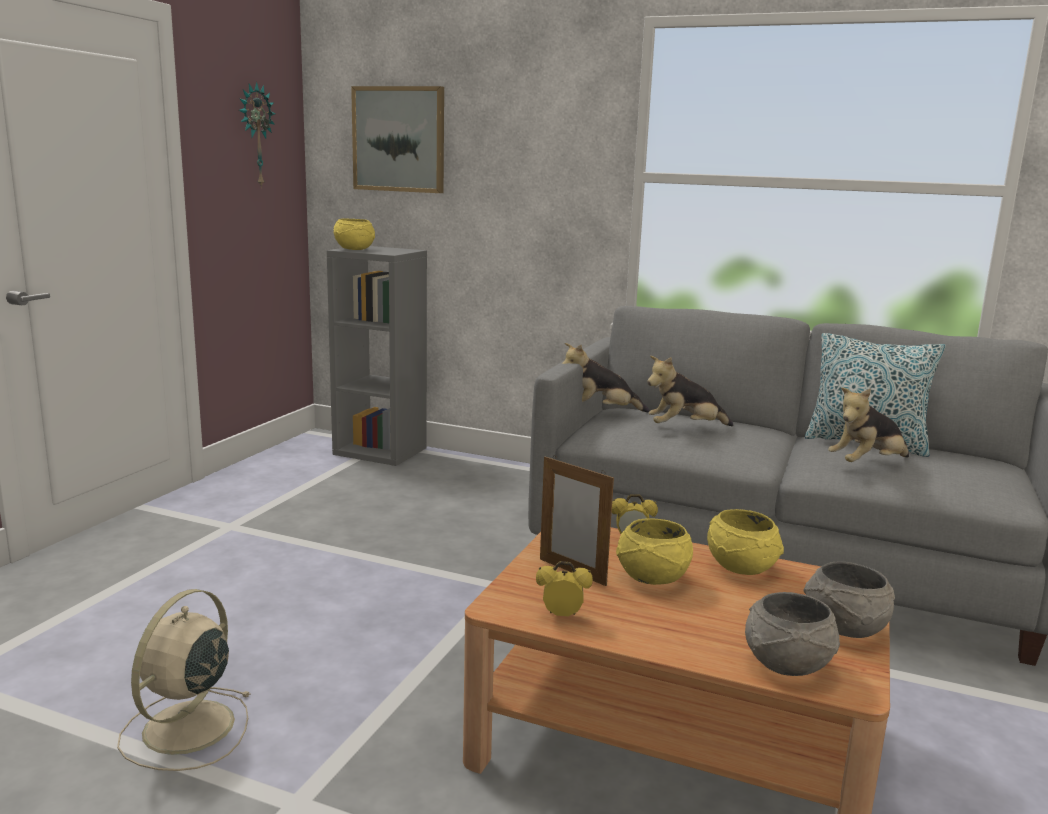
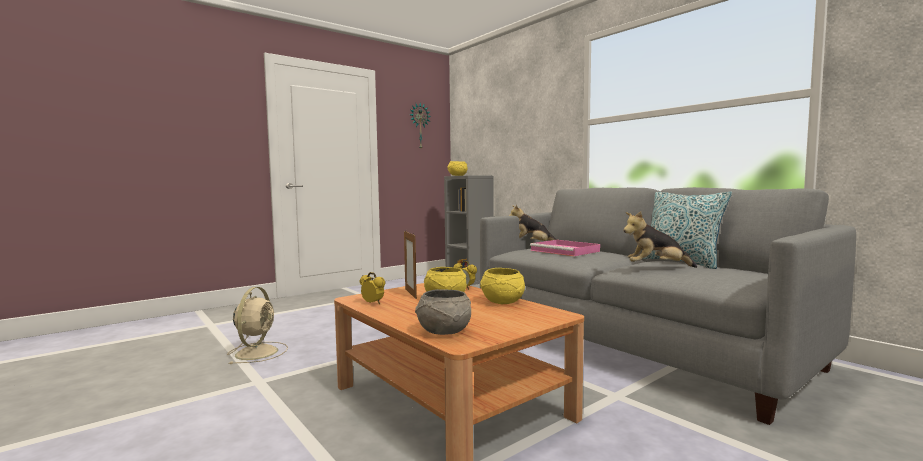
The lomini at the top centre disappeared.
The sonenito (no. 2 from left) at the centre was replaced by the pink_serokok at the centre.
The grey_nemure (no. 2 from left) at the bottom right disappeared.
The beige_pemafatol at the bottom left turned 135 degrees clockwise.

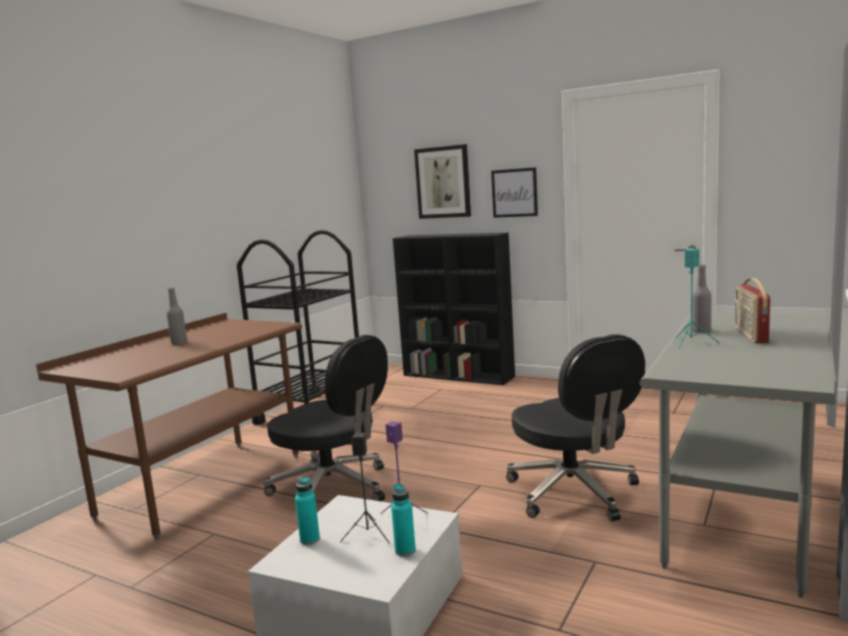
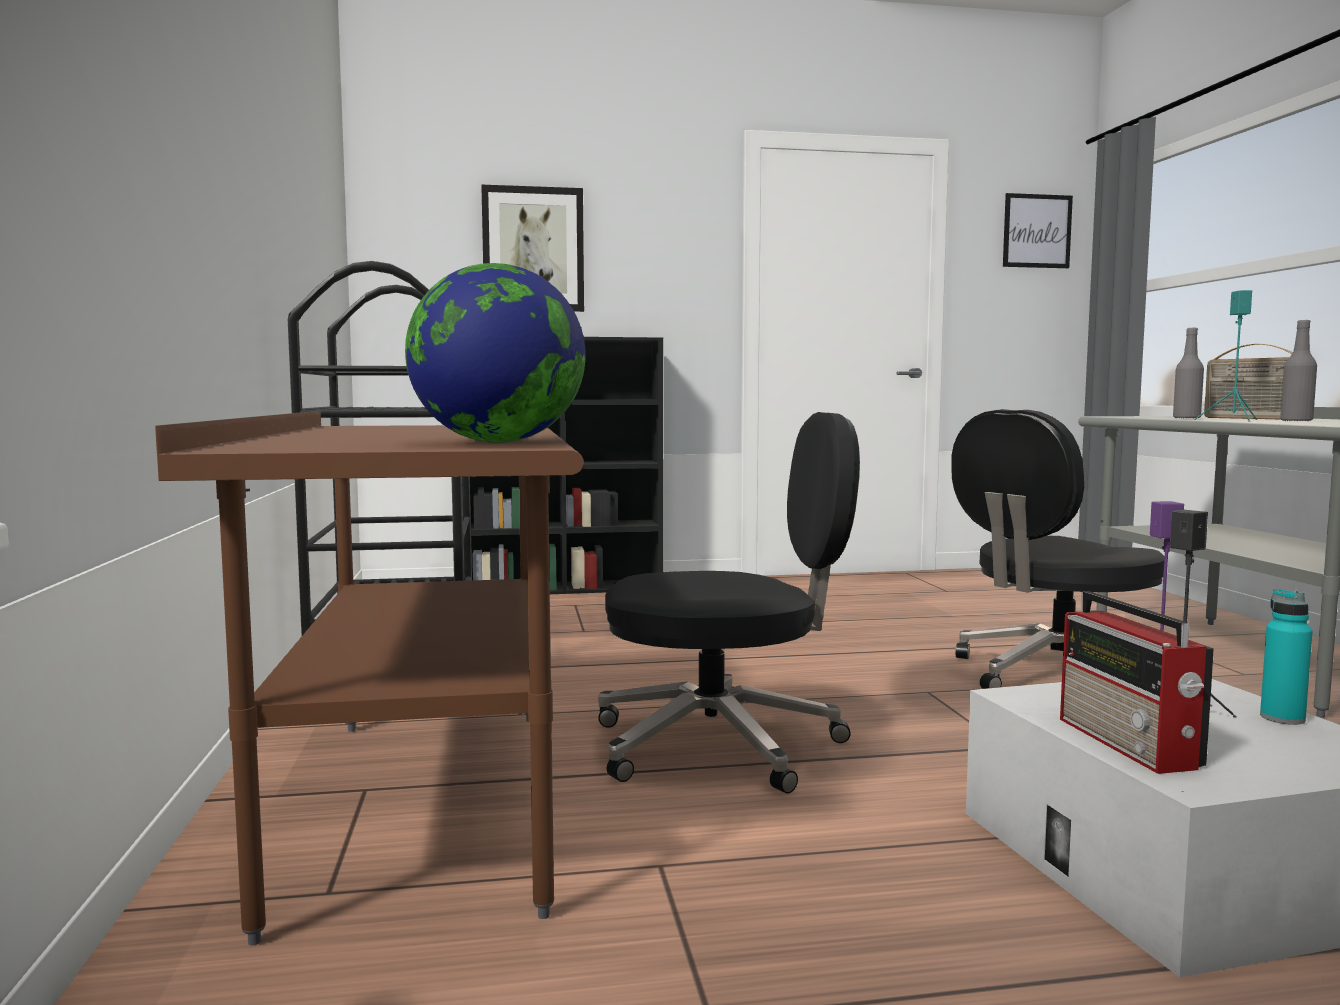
The lomini (no. 2 from left) moved from the top centre to the top right.
The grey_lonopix (no. 1 from left in the first image) moved from the middle left to the middle right.
The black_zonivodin (no. 2 from left) at the bottom right turned 120 degrees clockwise.
The turquoise_lonopix (no. 1 from left) at the bottom centre was replaced by the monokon (no. 1 from left) at the bottom right.
The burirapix at the centre appeared.

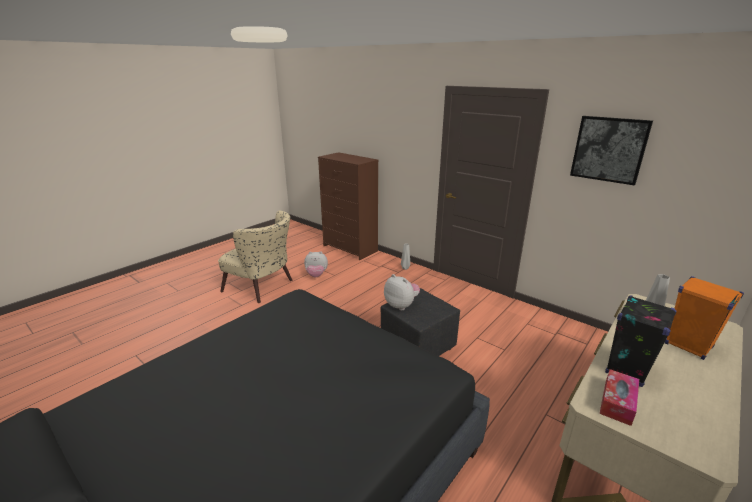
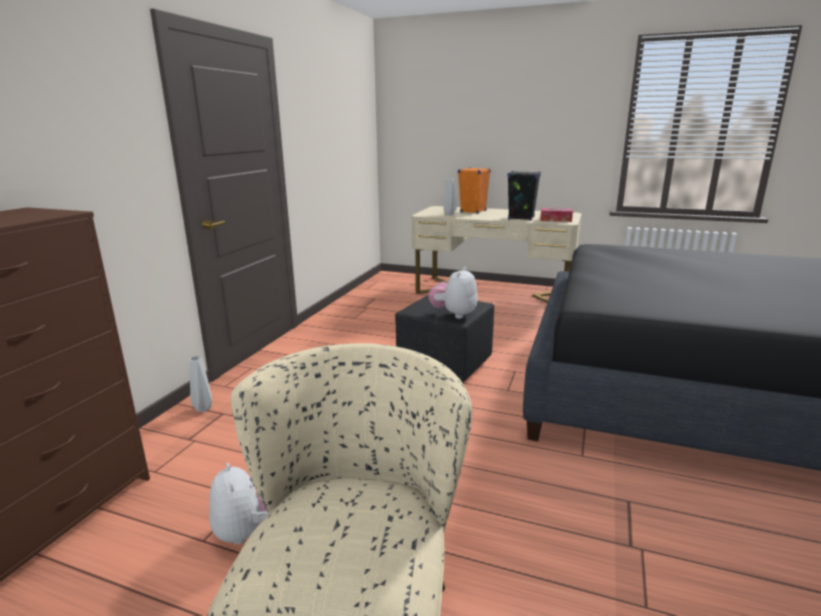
The lomini at the top right disappeared.

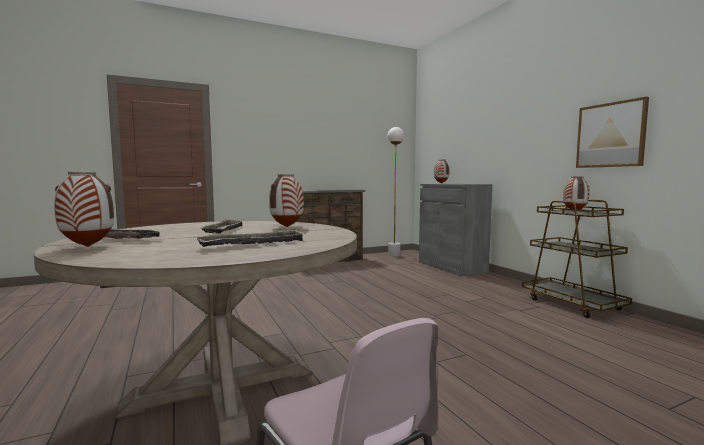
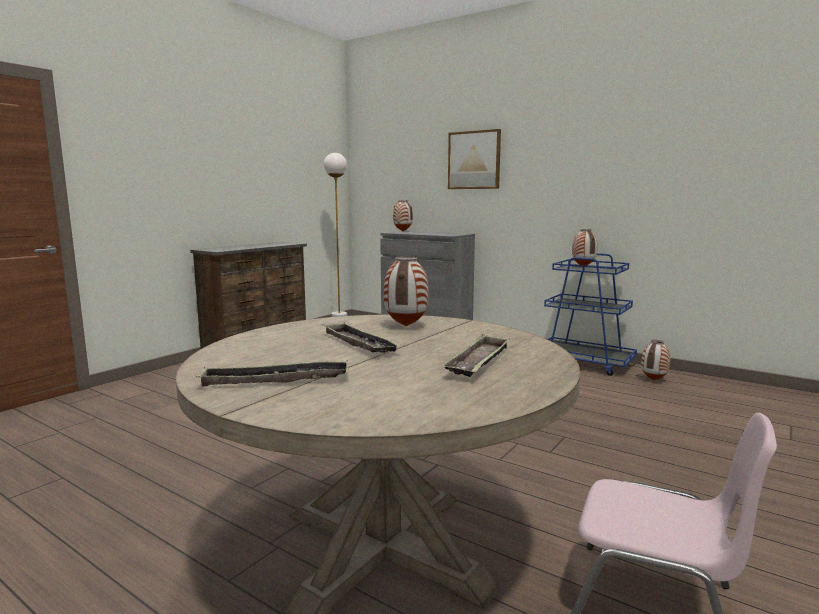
The lomini moved from the top right to the top centre.
The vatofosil (no. 1 from left in the first image) moved from the middle left to the middle right.
The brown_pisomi at the middle right became the blue_pisomi at the middle right.

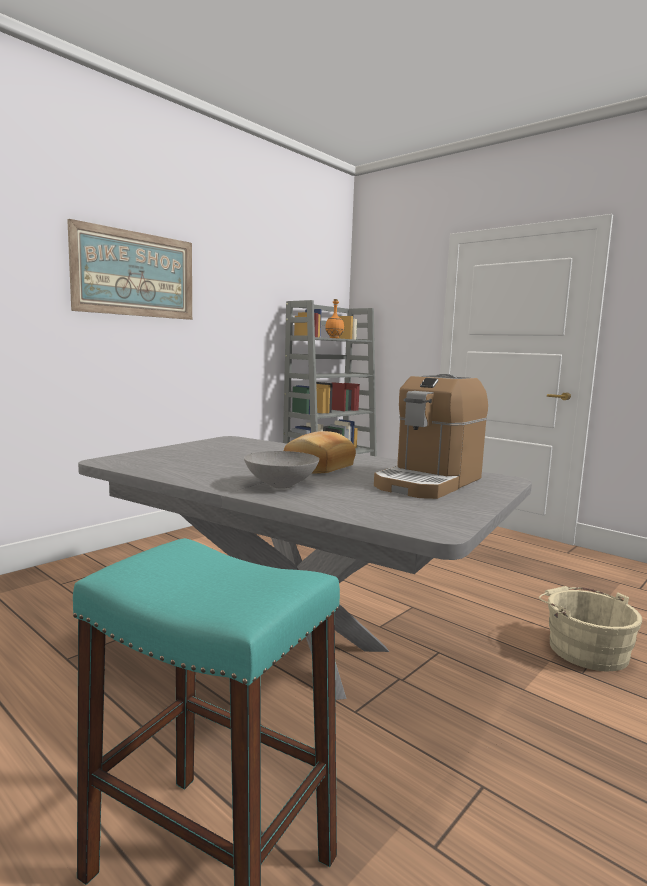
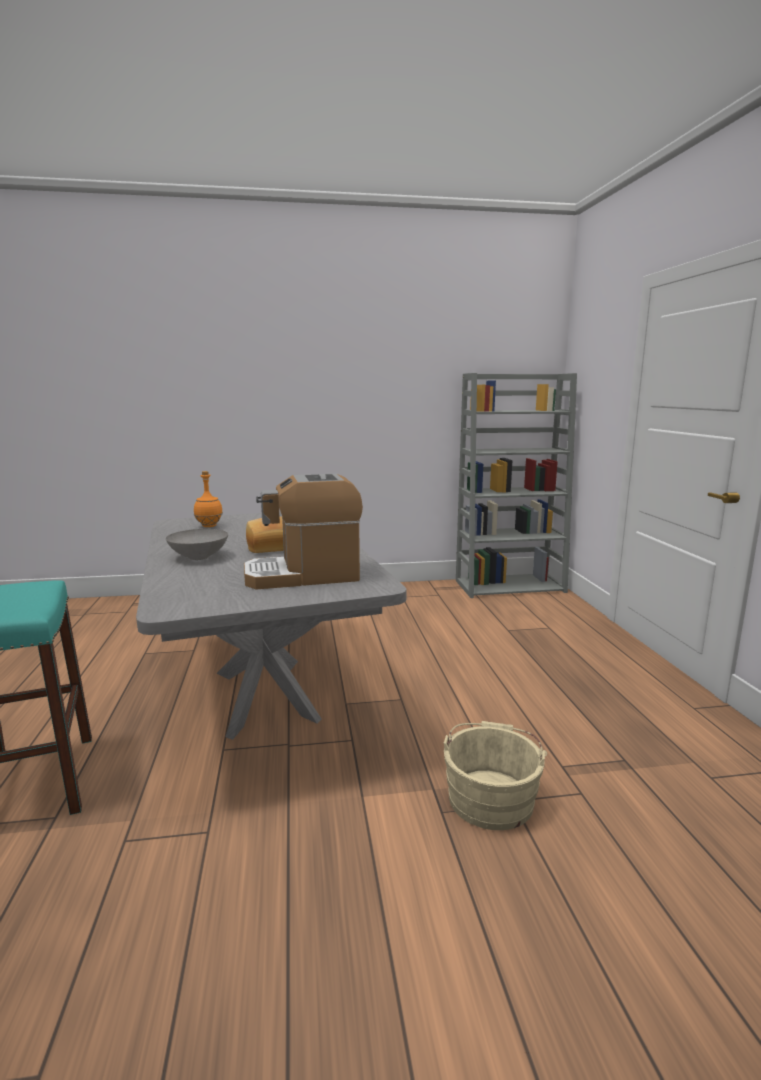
The lomini at the top left disappeared.
The orange_lonopix moved from the centre to the middle left.

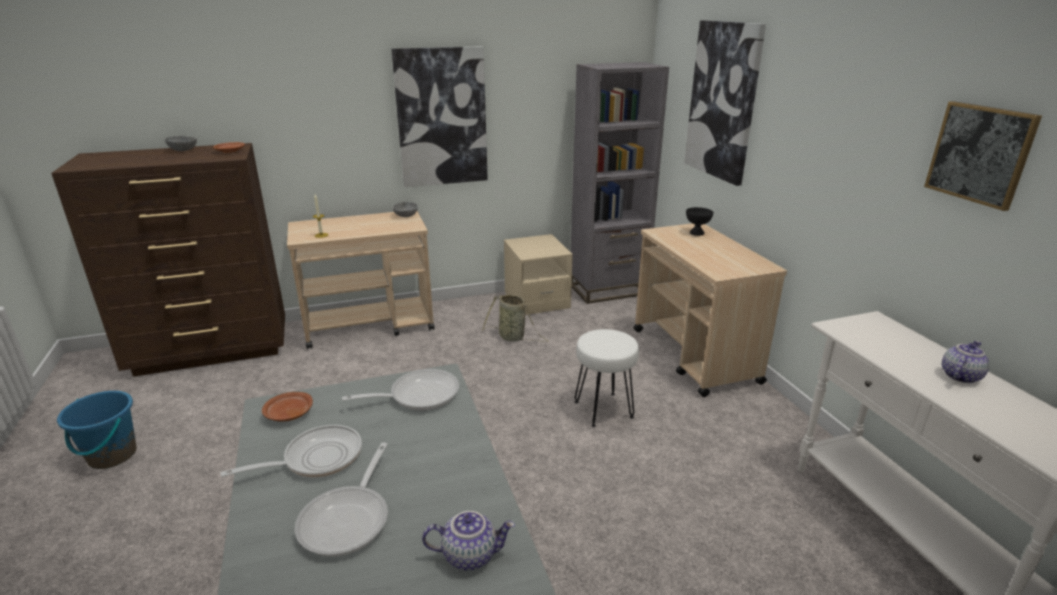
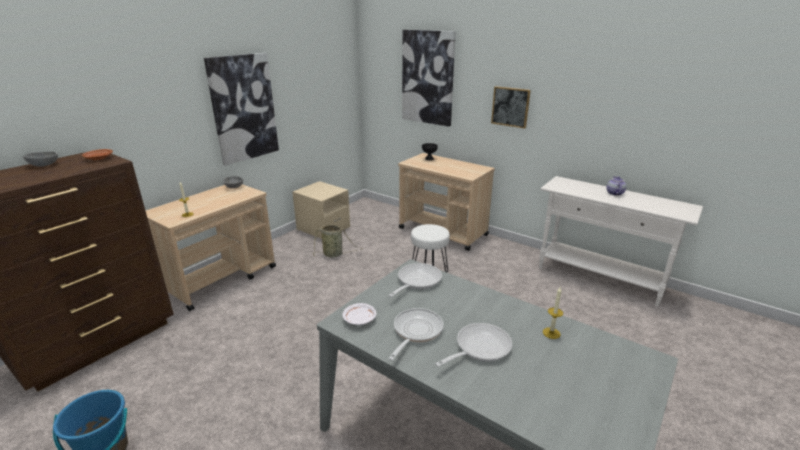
The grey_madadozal at the top centre disappeared.
The lomini (no. 3 from left) moved from the top right to the top centre.
The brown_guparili (no. 2 from left) at the bottom left became the white_guparili at the bottom centre.
The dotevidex (no. 2 from left in the first image) at the bottom left turned 105 degrees counterclockwise.
The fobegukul (no. 1 from left) at the bottom centre was replaced by the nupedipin (no. 2 from left) at the bottom right.

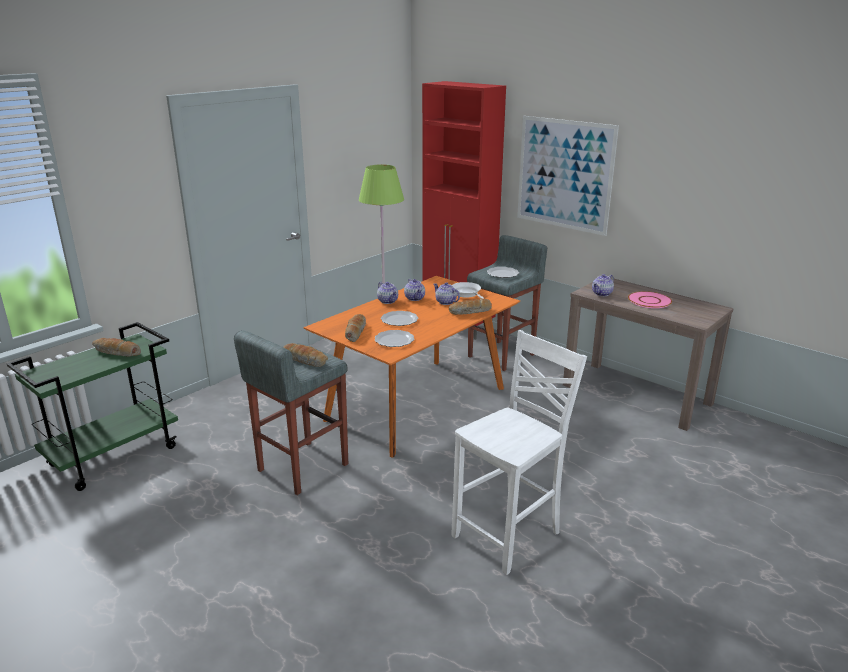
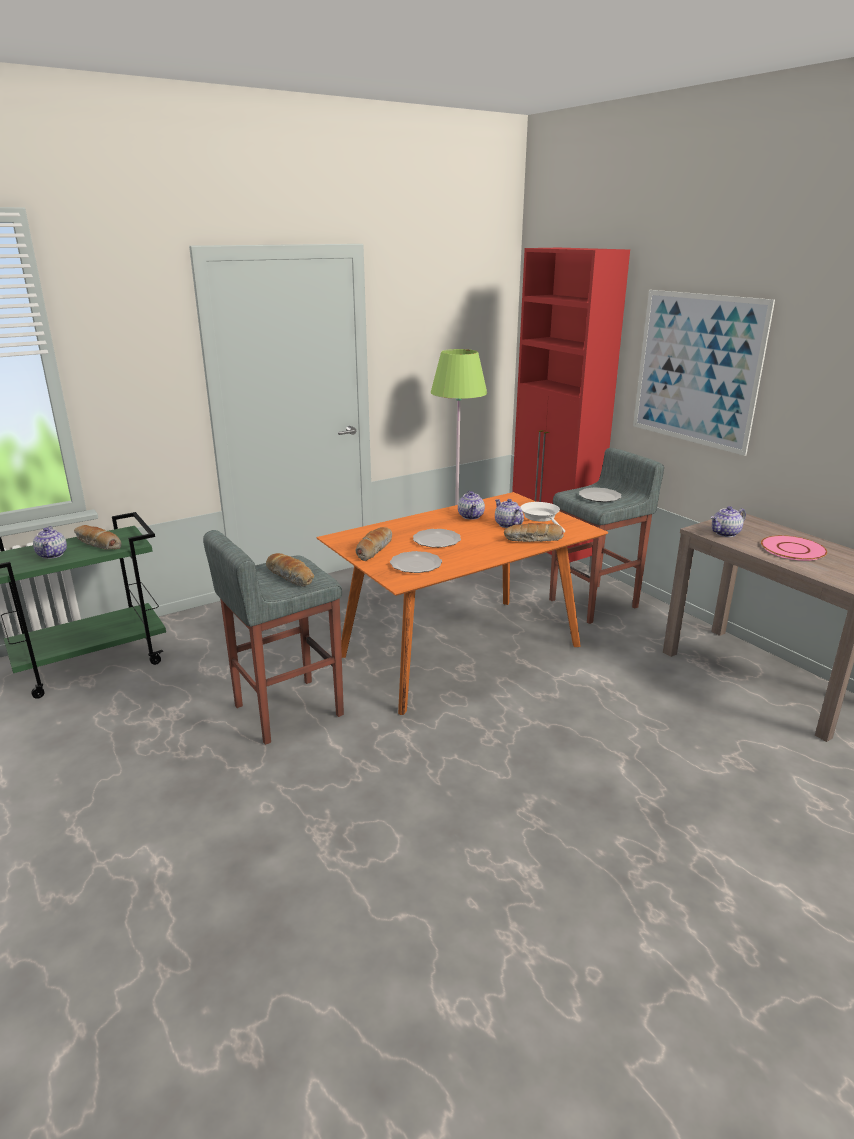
The fobegukul (no. 1 from left) moved from the centre to the middle left.
The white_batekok at the bottom centre disappeared.

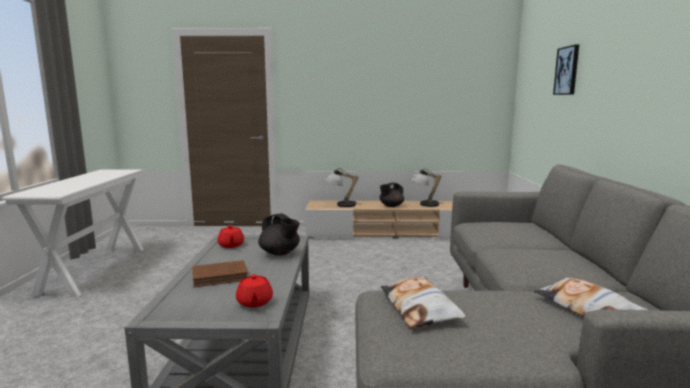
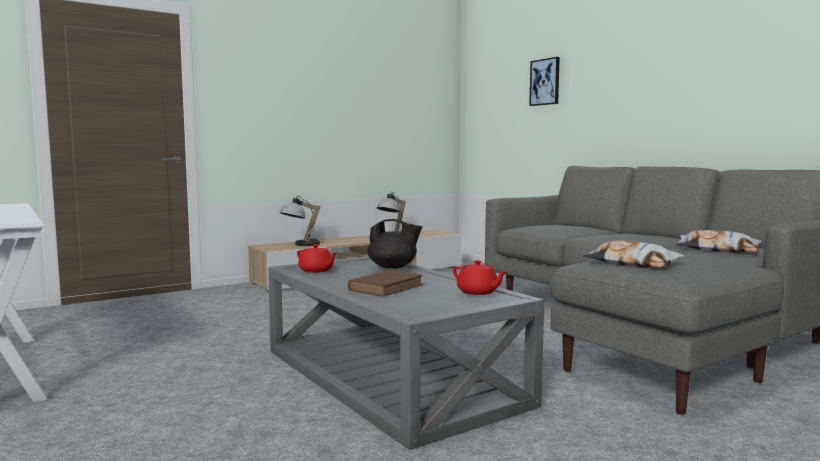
The black_fobegukul (no. 2 from left) at the centre disappeared.

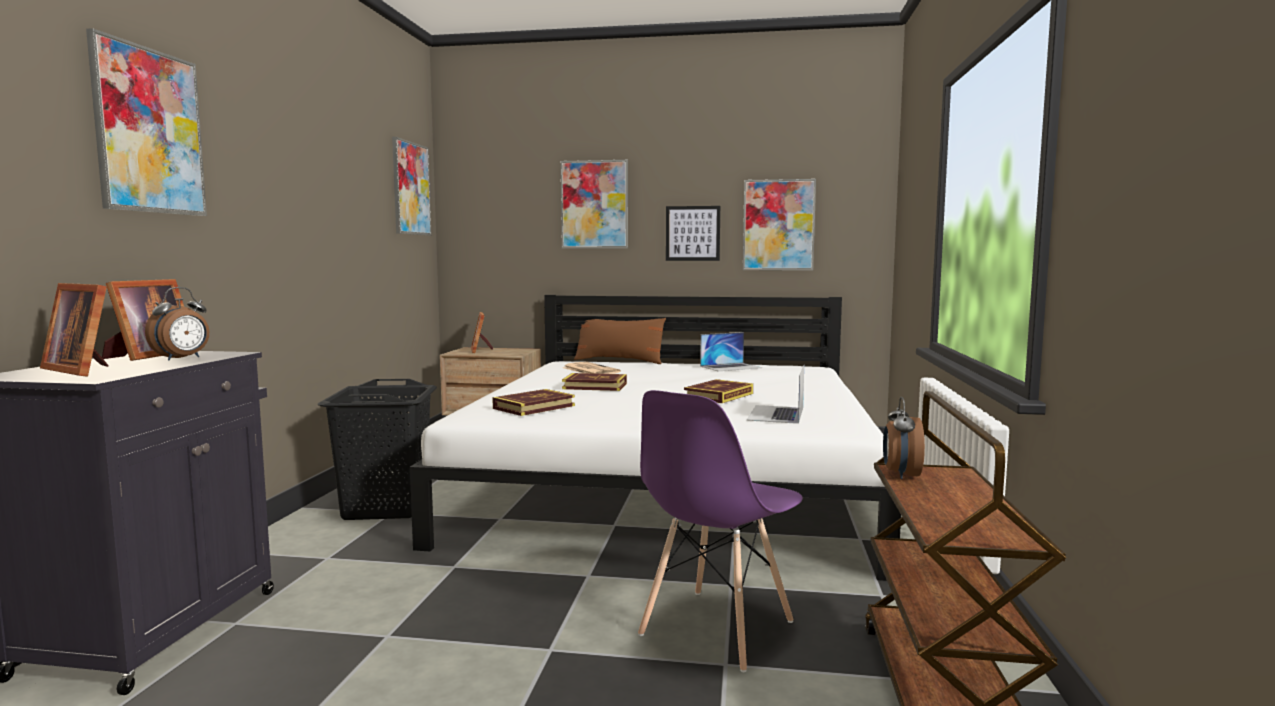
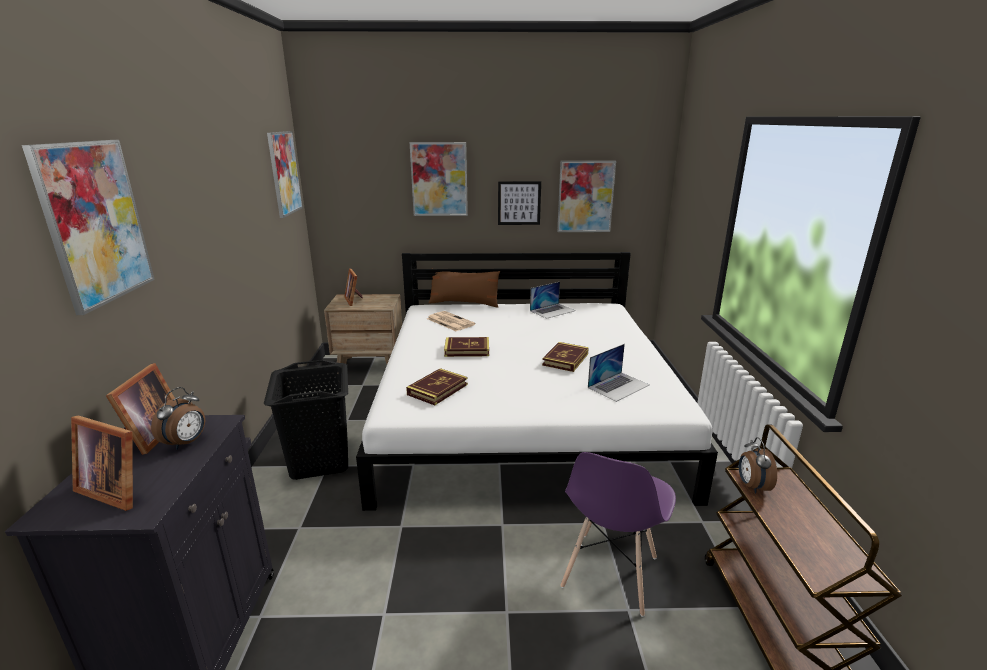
The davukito (no. 2 from left) at the centre turned 135 degrees counterclockwise.

